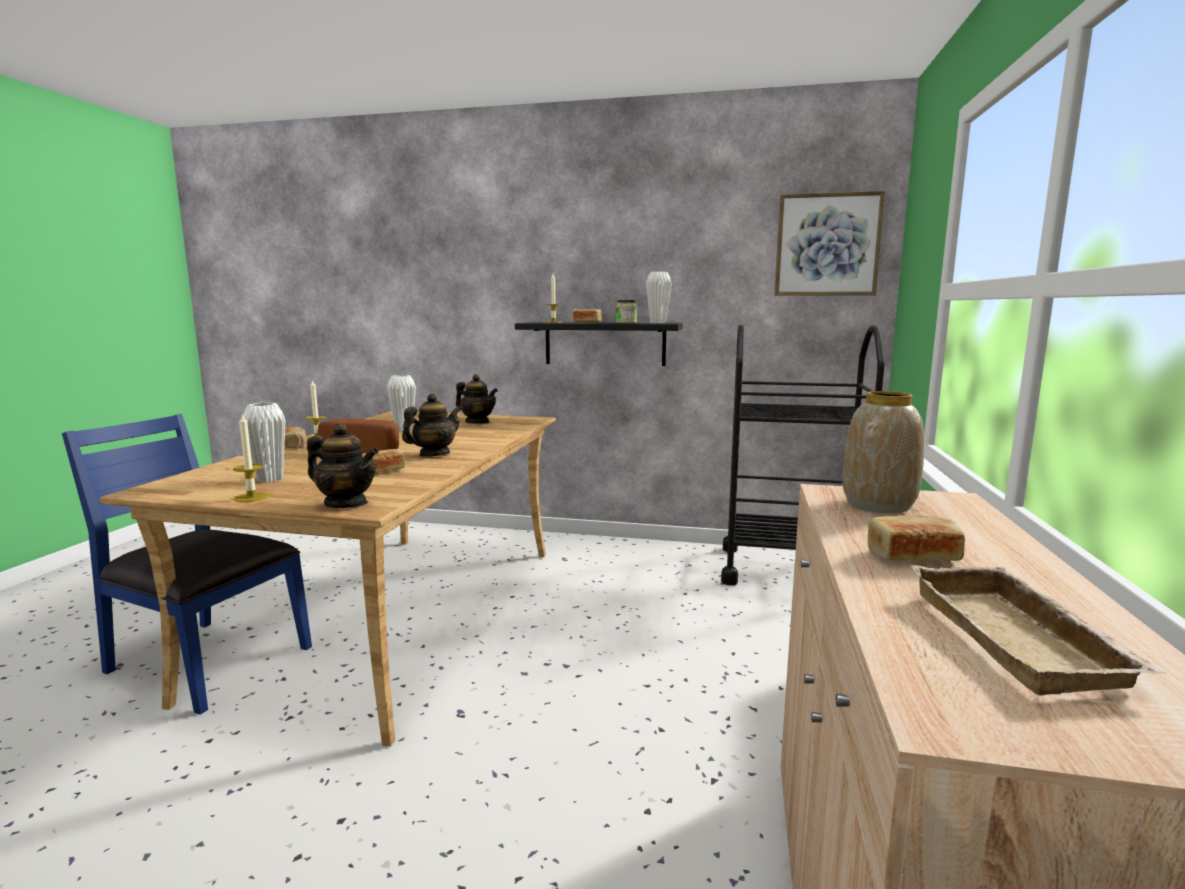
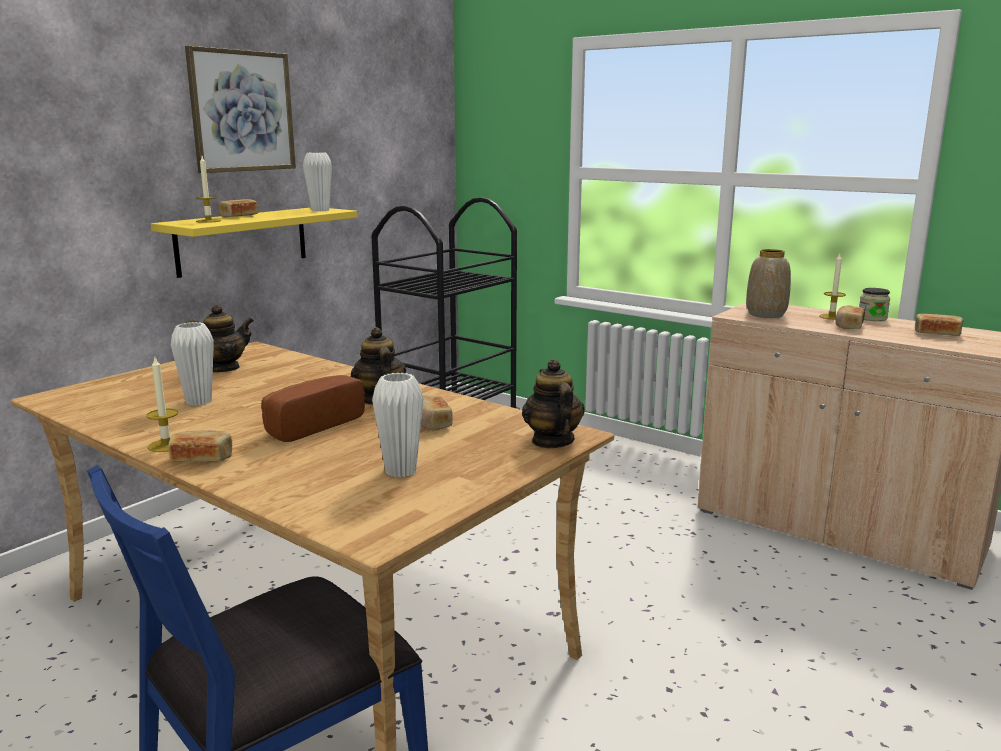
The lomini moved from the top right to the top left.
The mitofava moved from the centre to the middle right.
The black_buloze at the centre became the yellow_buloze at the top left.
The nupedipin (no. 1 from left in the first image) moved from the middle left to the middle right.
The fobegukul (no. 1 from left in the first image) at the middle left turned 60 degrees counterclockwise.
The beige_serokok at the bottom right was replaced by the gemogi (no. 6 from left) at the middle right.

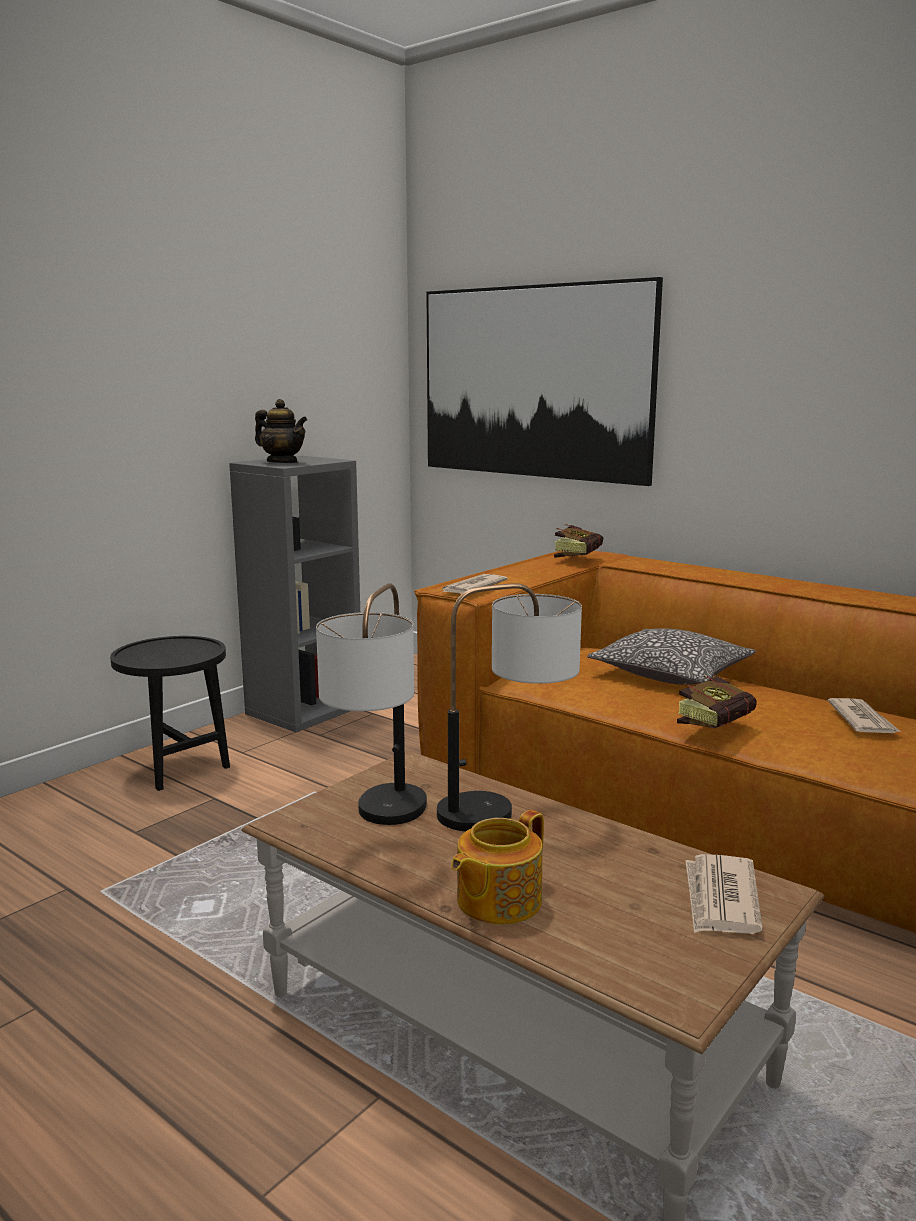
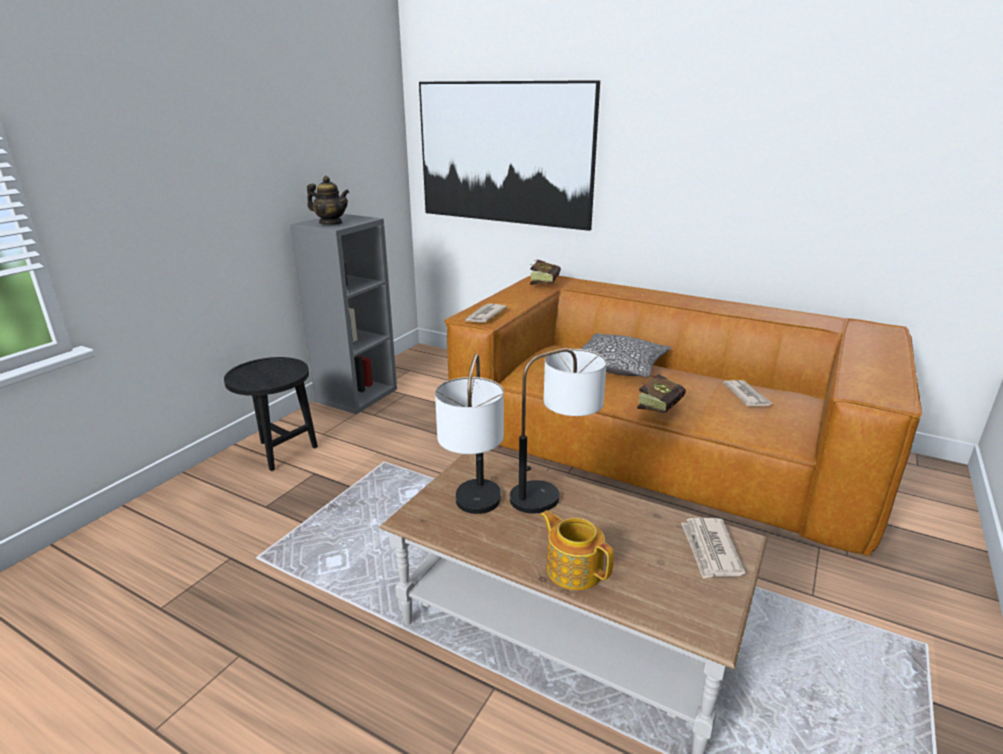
The fobegukul (no. 2 from left) at the bottom centre turned 105 degrees clockwise.

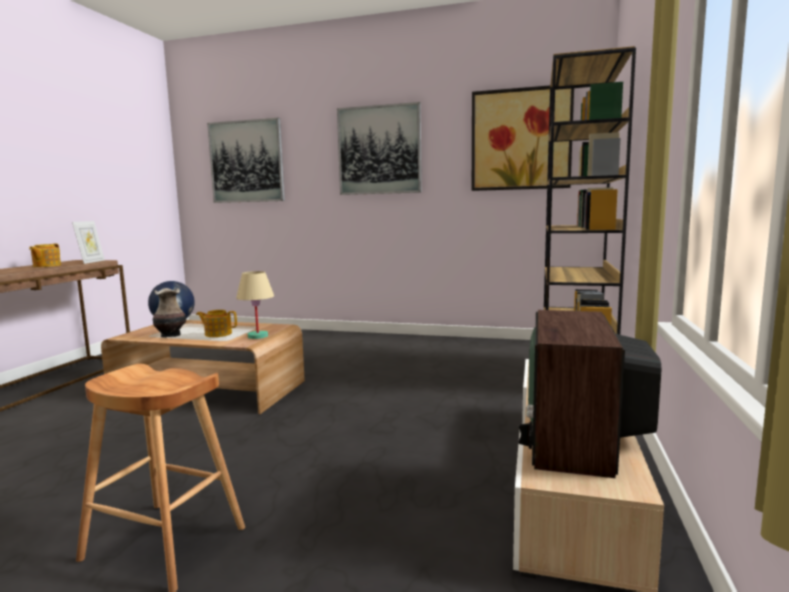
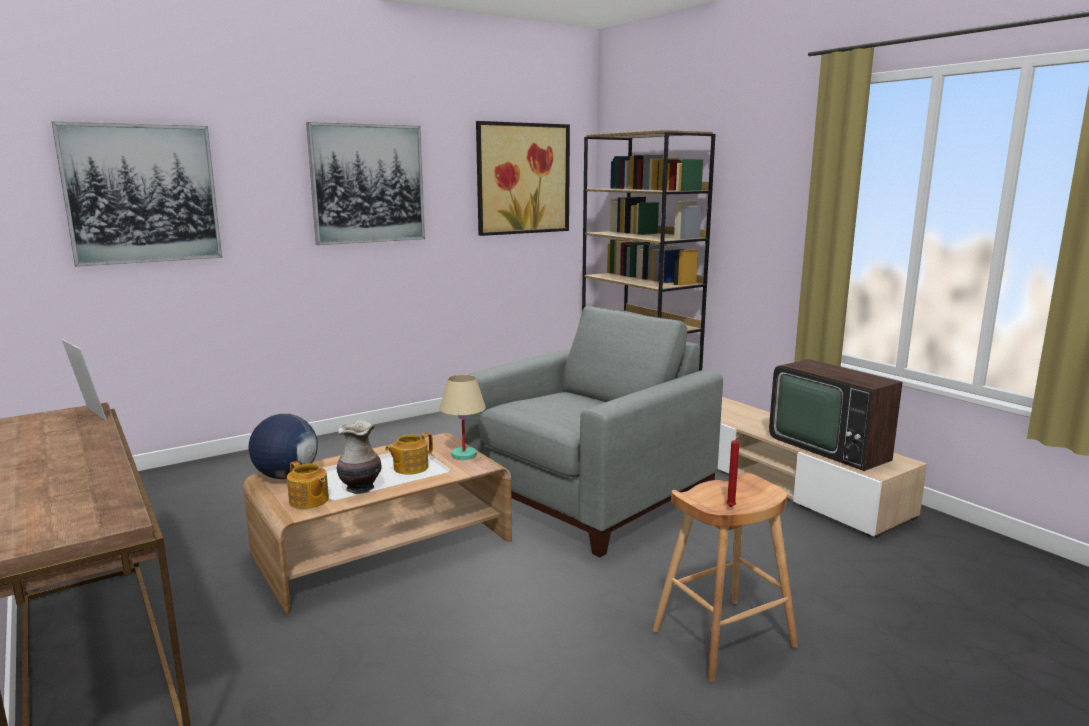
The fobegukul (no. 1 from left) moved from the middle left to the bottom left.
The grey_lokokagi at the centre appeared.
The red_nupedipin at the middle right appeared.

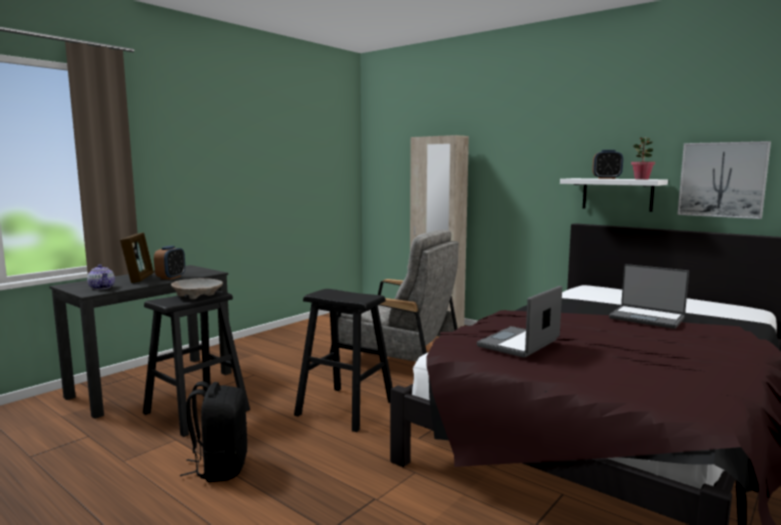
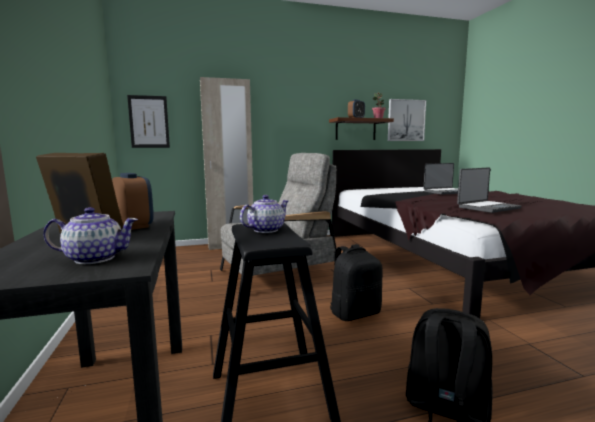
The white_buloze at the middle right became the brown_buloze at the top centre.
The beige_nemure at the middle left was replaced by the fobegukul (no. 2 from left) at the centre.
The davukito (no. 1 from left in the first image) at the centre turned 105 degrees counterclockwise.
The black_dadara (no. 2 from left) at the bottom centre was replaced by the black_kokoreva (no. 1 from left) at the bottom centre.
The lomini (no. 1 from left) at the top left appeared.

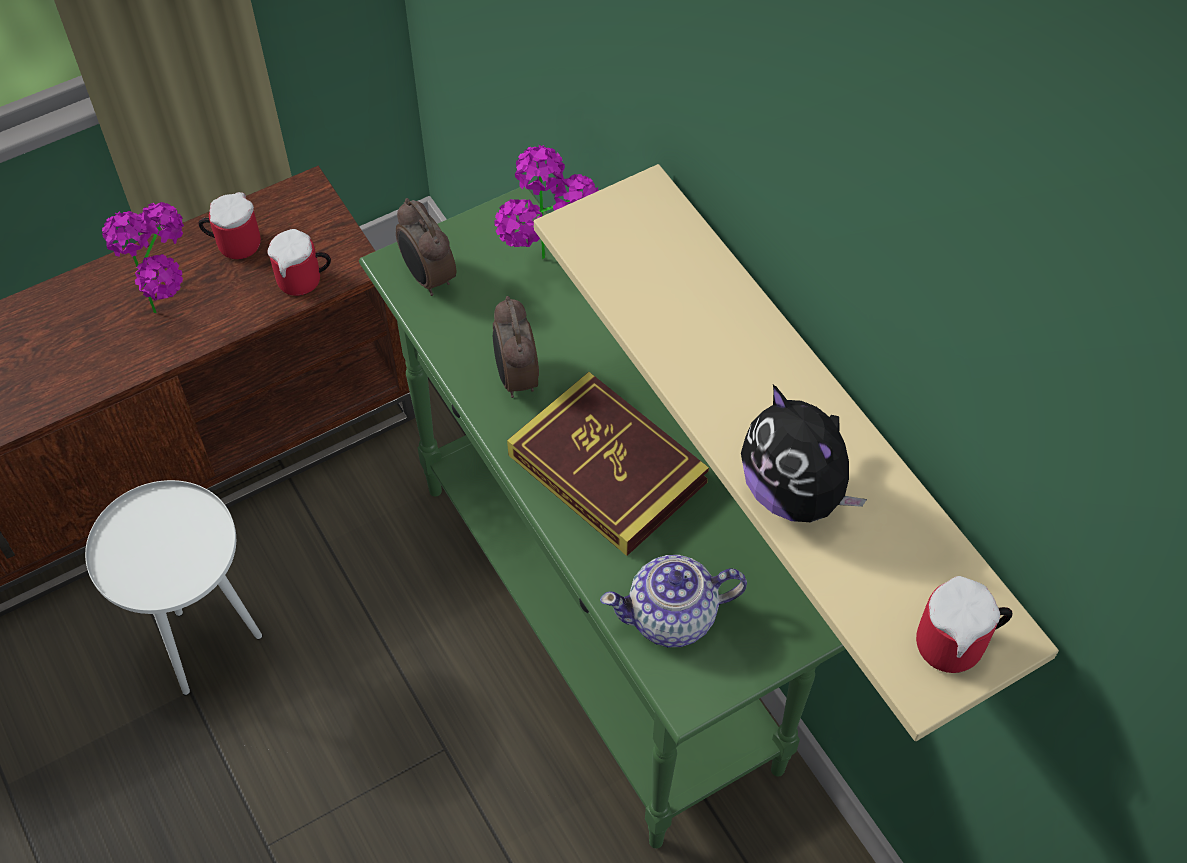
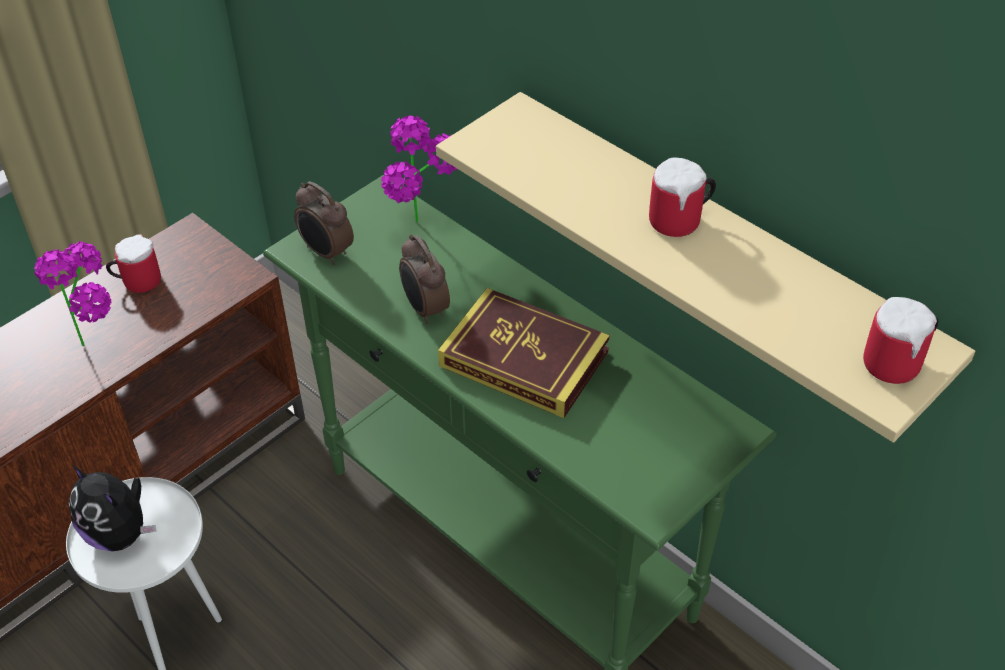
The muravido (no. 2 from left) moved from the top left to the top right.
The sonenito moved from the middle right to the bottom left.
The fobegukul at the bottom centre disappeared.

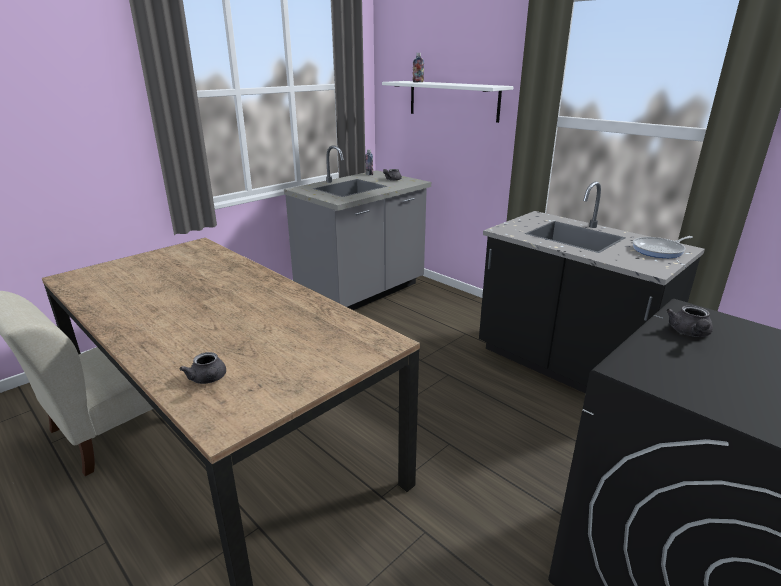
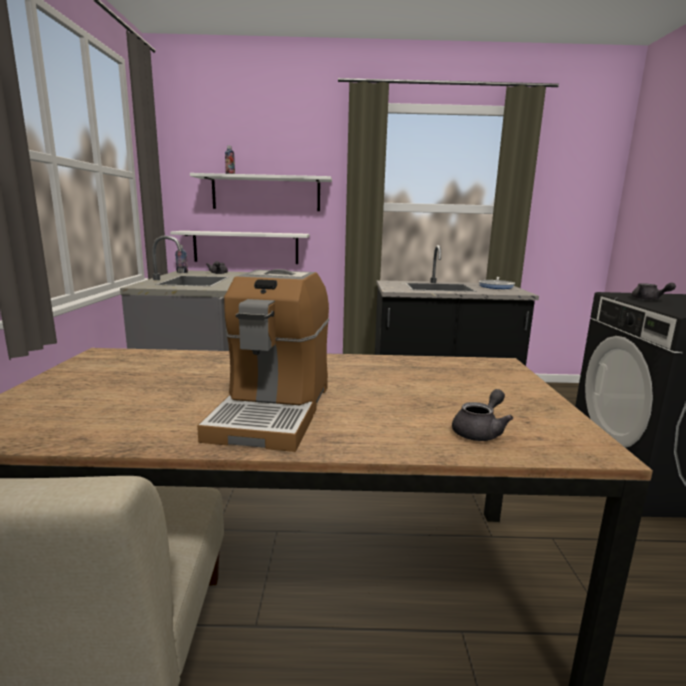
The grey_fobegukul (no. 1 from left in the first image) at the middle left turned 60 degrees counterclockwise.
The white_buloze (no. 1 from left) at the centre appeared.
The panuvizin at the centre appeared.

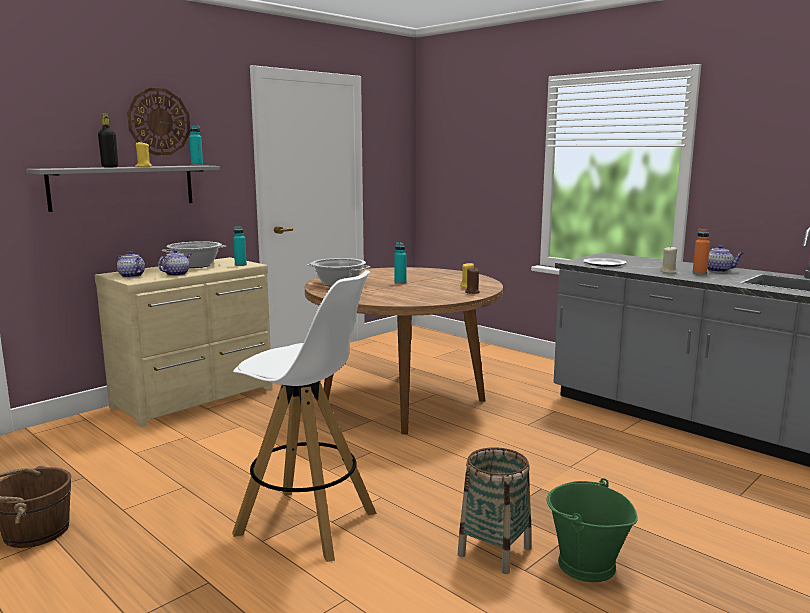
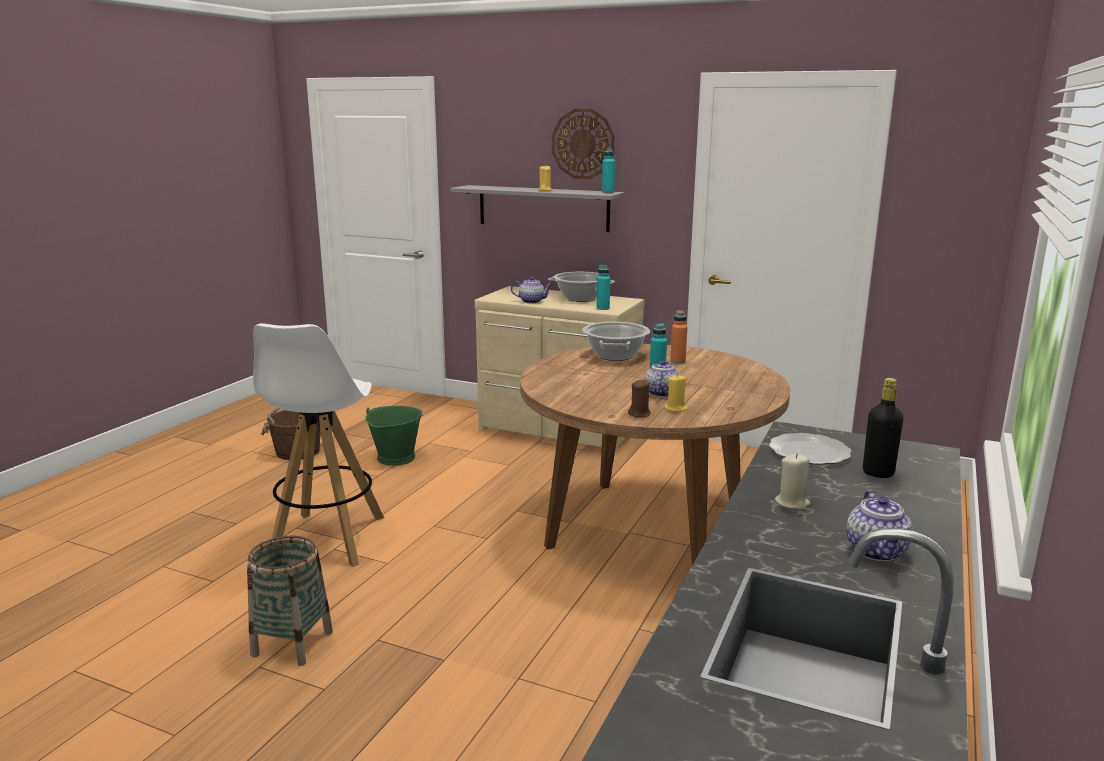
The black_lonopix moved from the top left to the middle right.
The orange_lonopix moved from the middle right to the centre.
The fobegukul (no. 1 from left in the first image) moved from the middle left to the centre.
The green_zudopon moved from the bottom right to the centre.

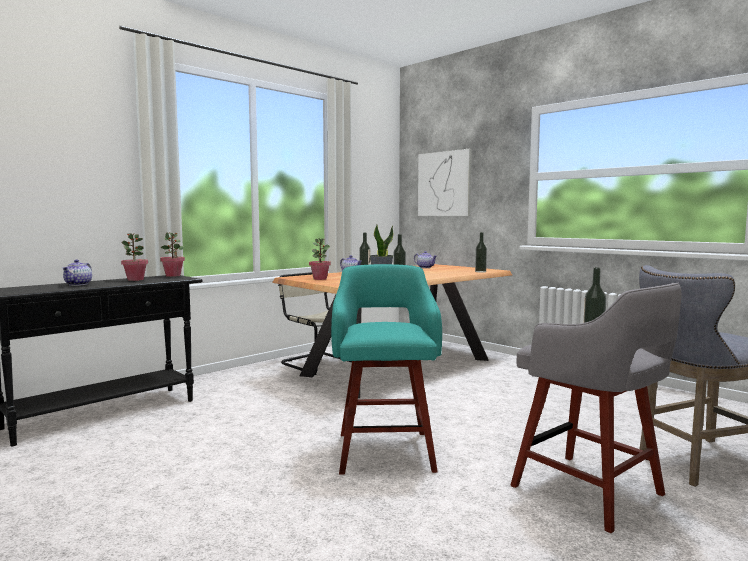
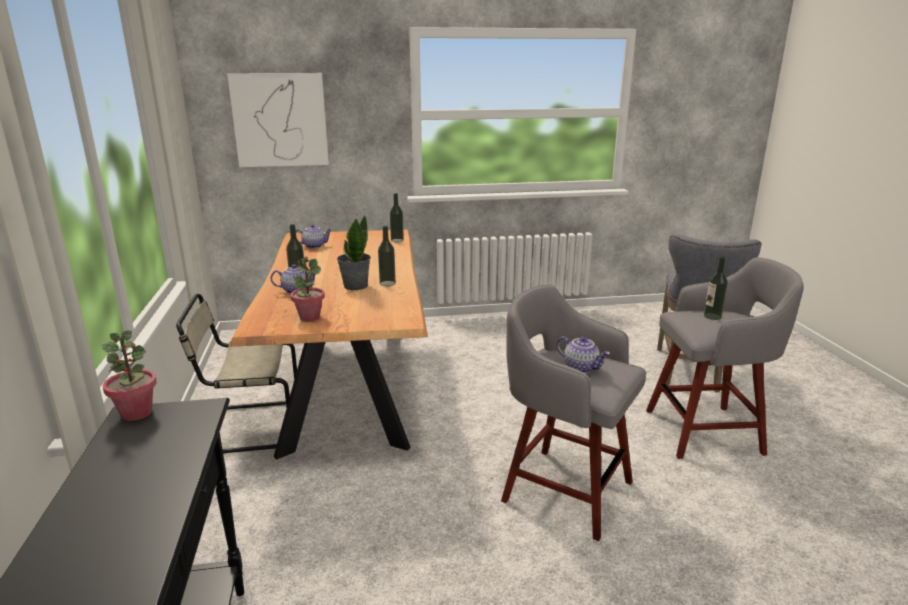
The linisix (no. 1 from left) at the middle left disappeared.
The fobegukul (no. 1 from left in the first image) moved from the middle left to the centre.
The turquoise_dadara at the centre became the grey_dadara (no. 1 from left) at the bottom centre.

